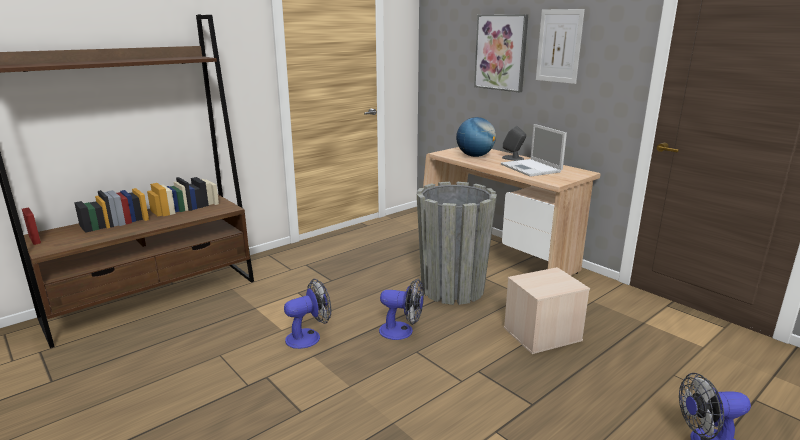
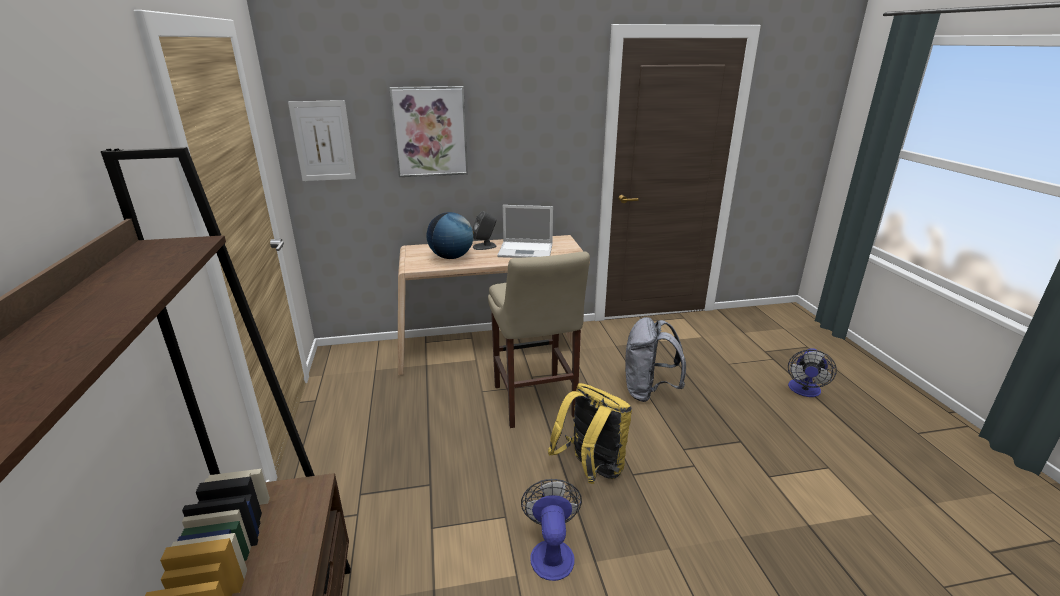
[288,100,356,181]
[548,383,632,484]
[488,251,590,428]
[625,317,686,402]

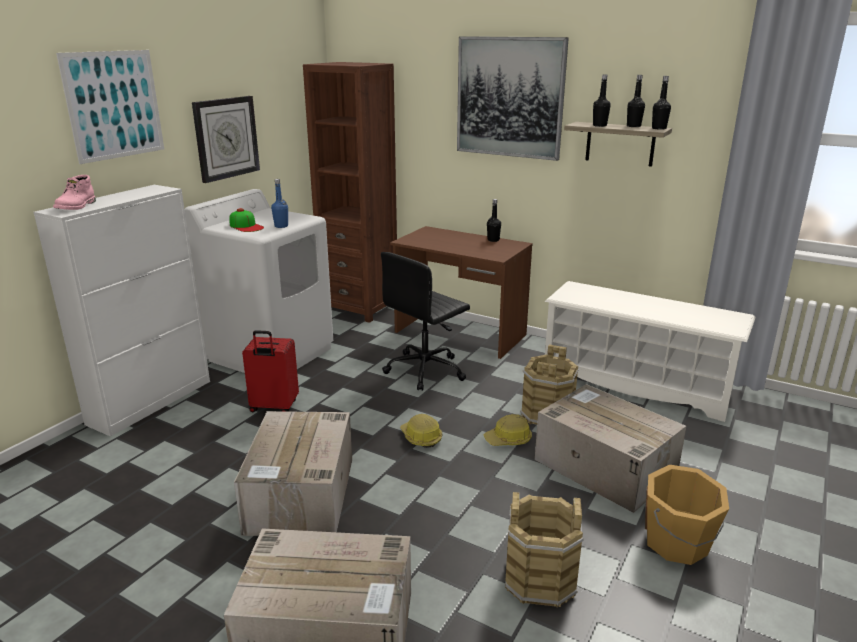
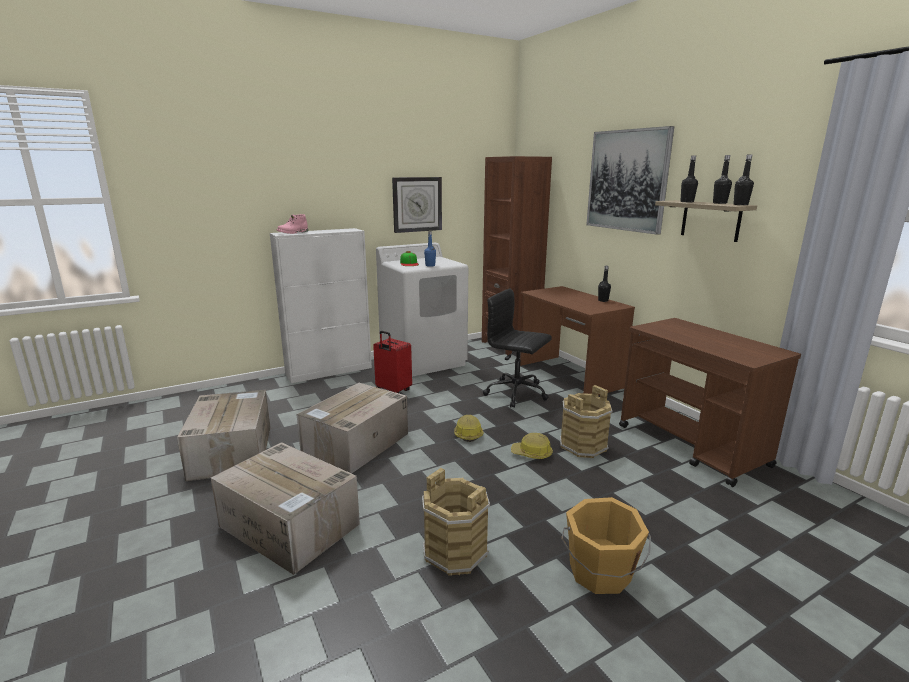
[56,50,164,164] (first image)
[177,390,271,481]
[619,318,801,487]
[483,288,552,408]

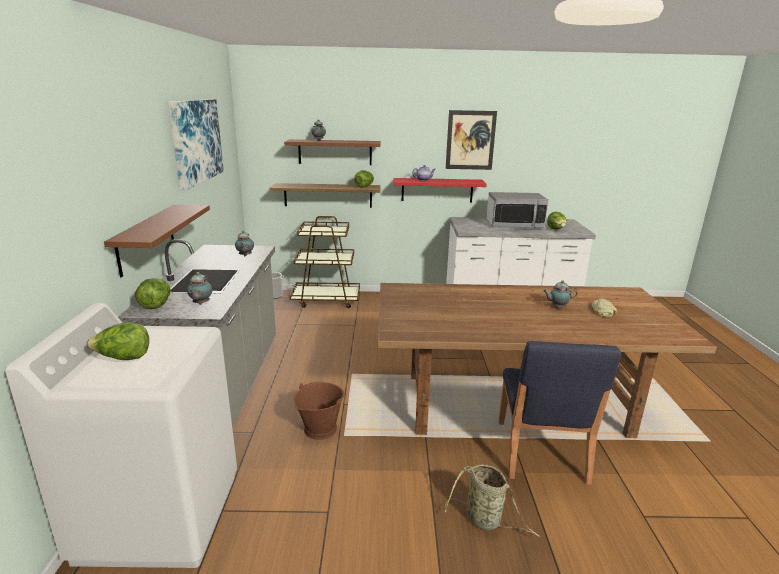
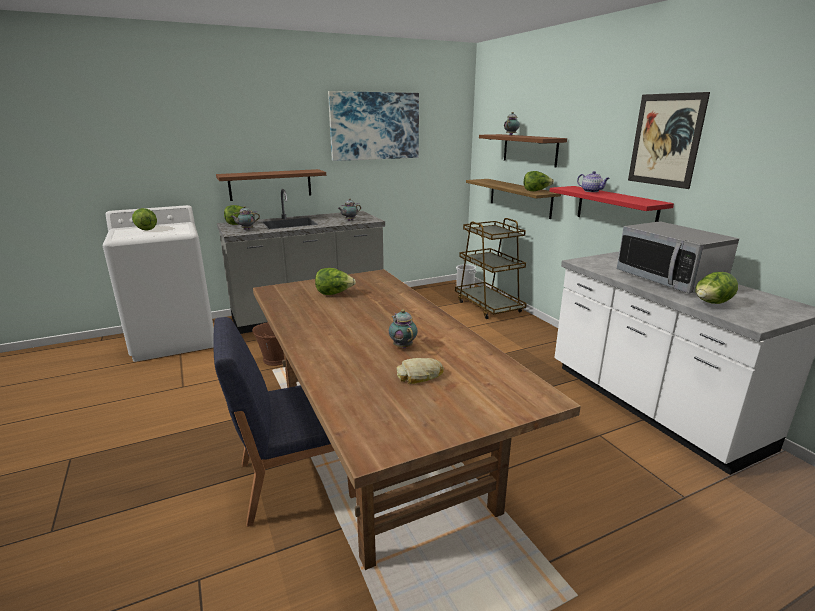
[445,464,540,537] (first image)
[315,268,356,295]

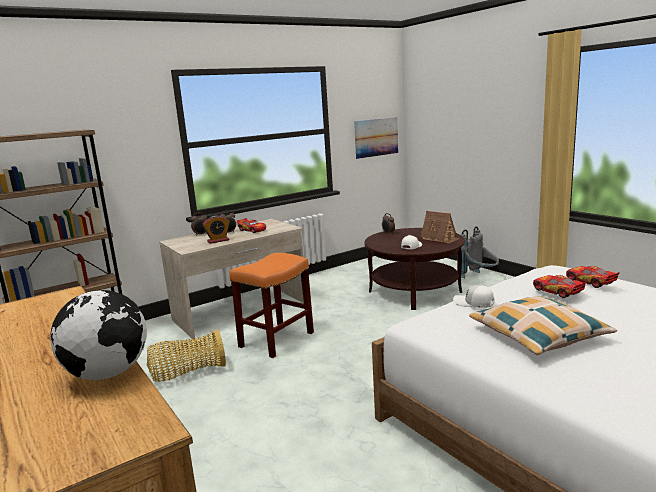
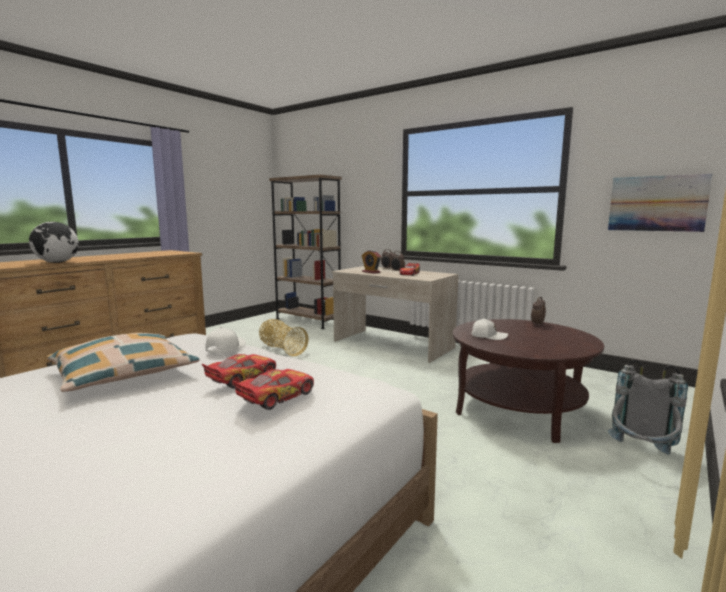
[229,253,314,358] (first image)
[420,211,460,243] (first image)

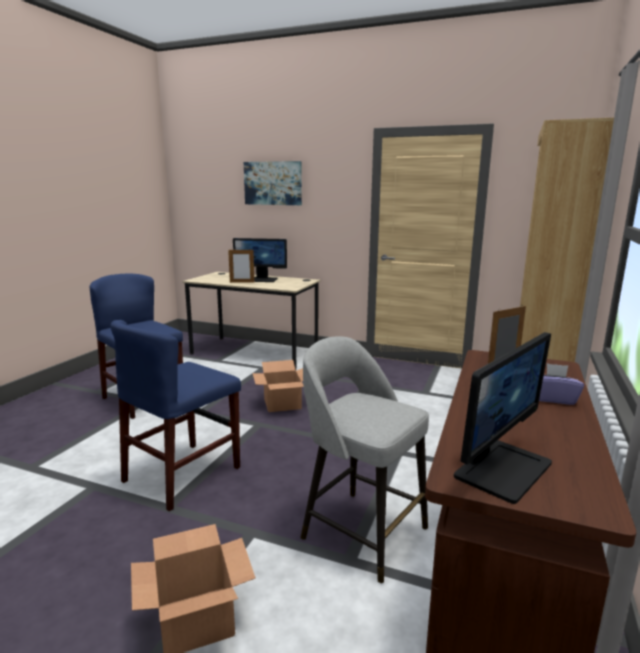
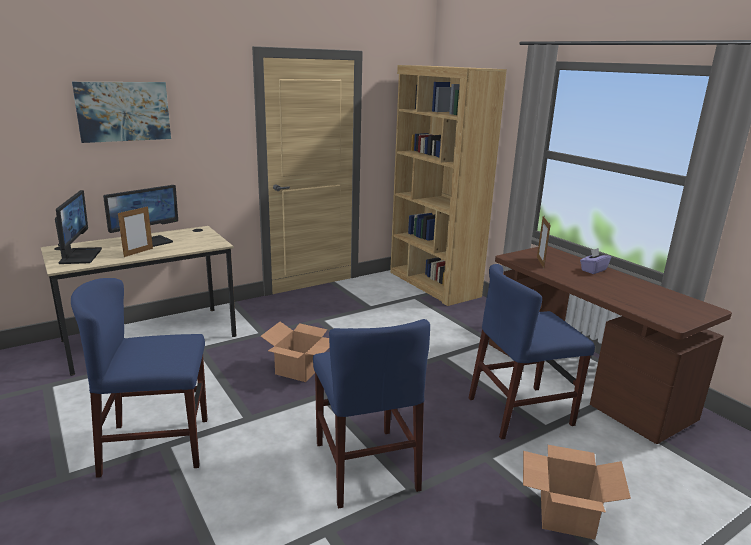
[55,190,102,264]
[469,264,595,440]

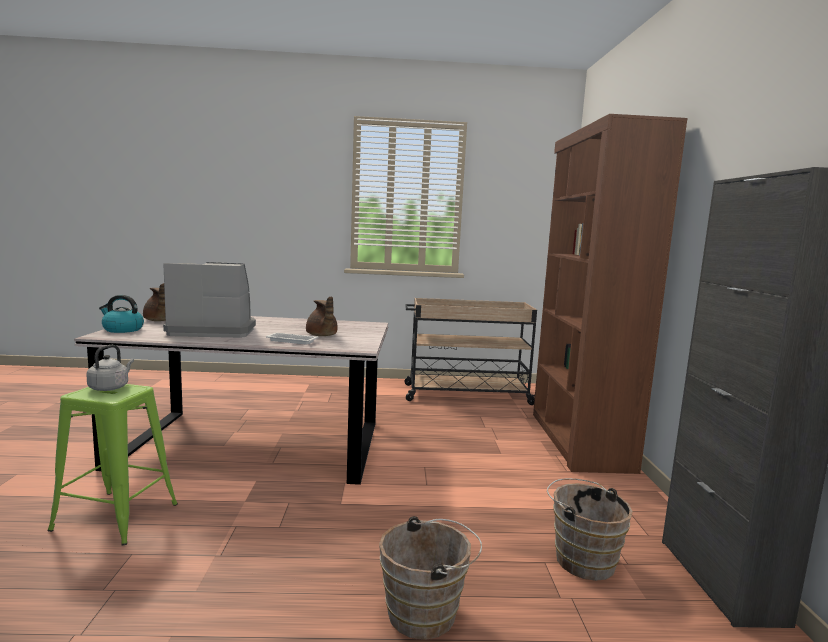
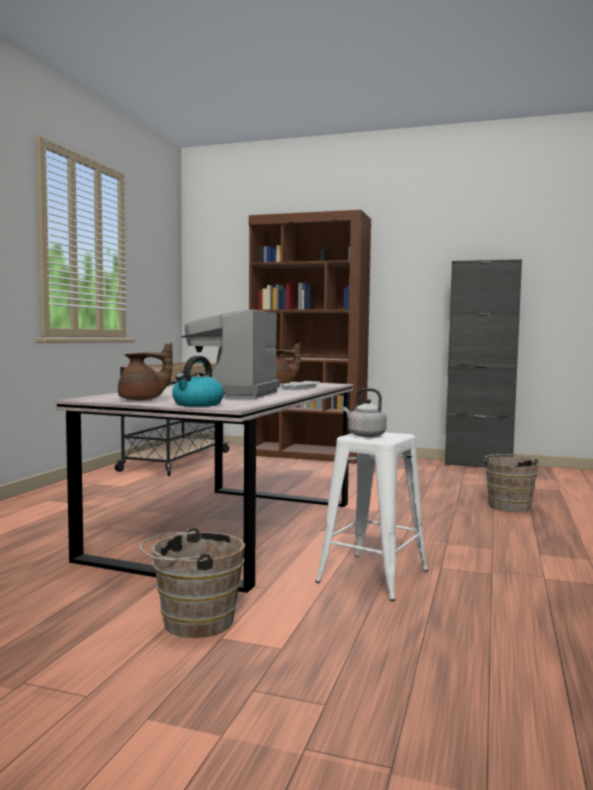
[140,528,245,638]
[315,432,428,601]

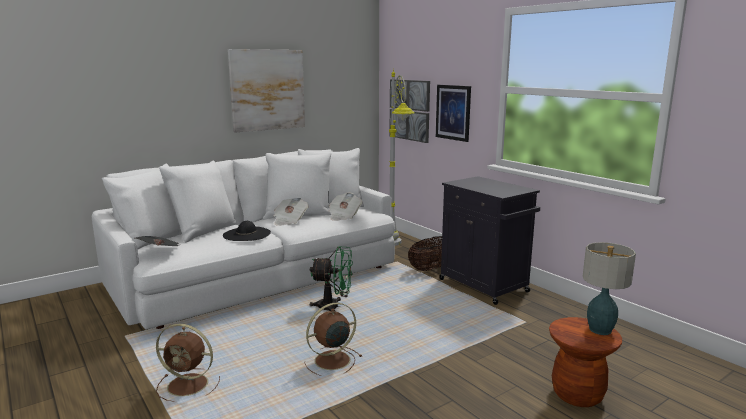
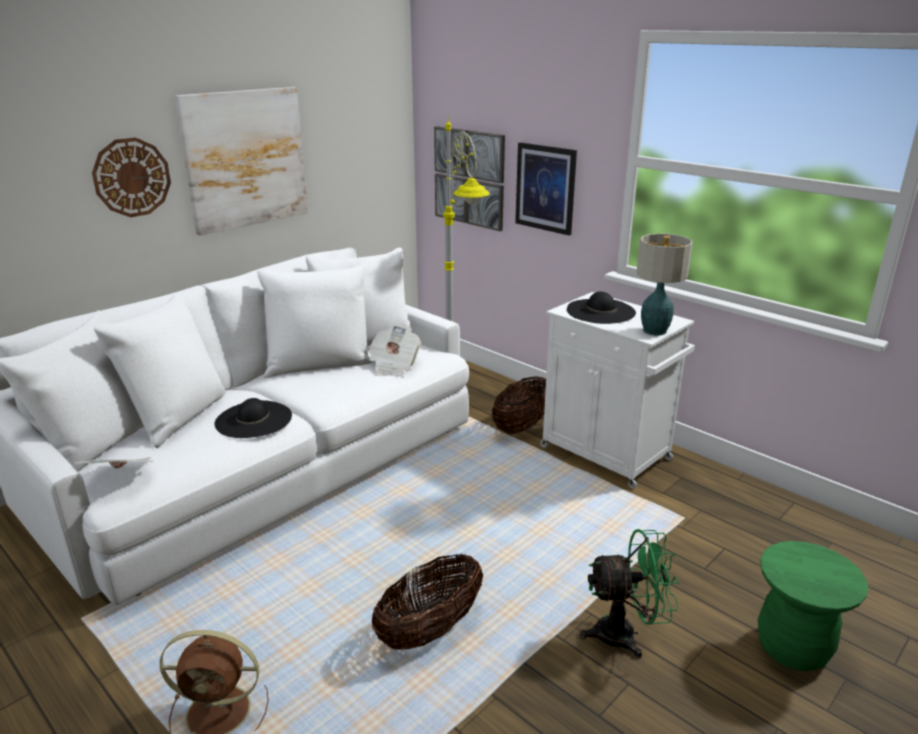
[274,198,308,226] (first image)
[92,137,171,217]
[567,292,636,324]
[580,529,680,658]
[637,233,693,336]
[372,553,483,650]
[540,292,695,489]
[758,541,869,671]

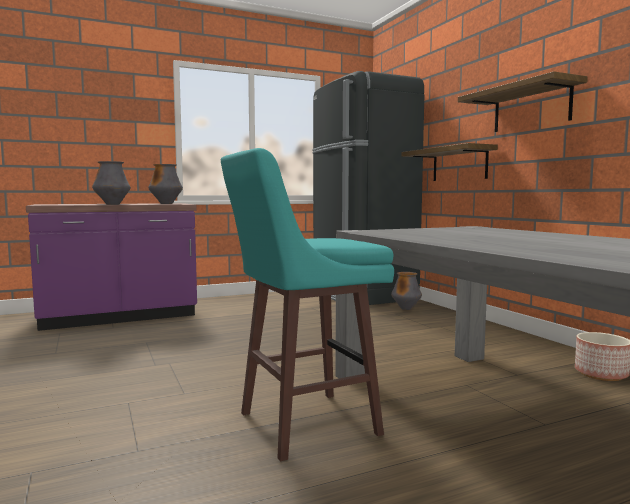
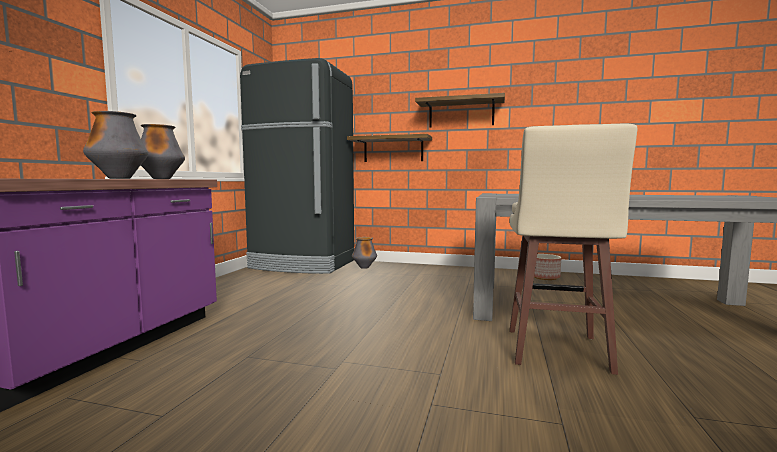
[509,124,637,375]

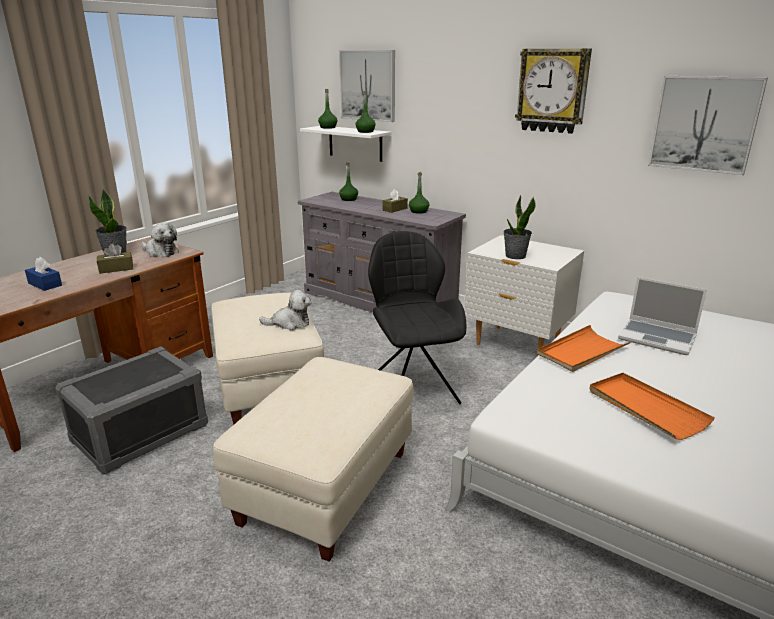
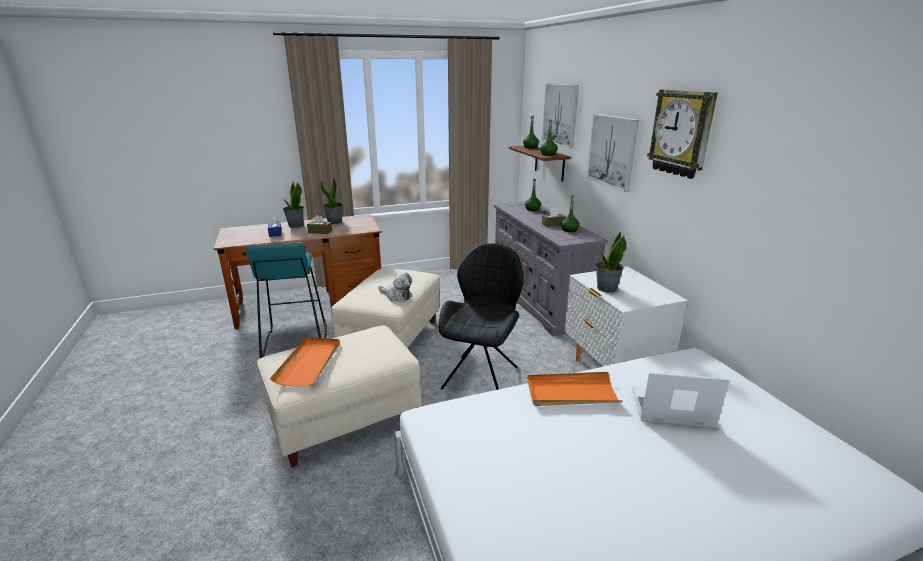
[141,222,179,257] (first image)
[283,182,304,228]
[270,338,340,387]
[587,114,639,192]
[246,242,327,358]
[509,146,571,182]
[632,372,729,428]

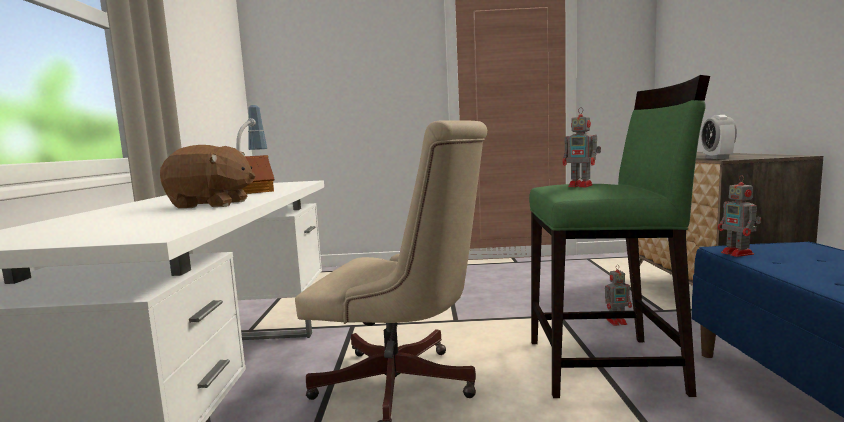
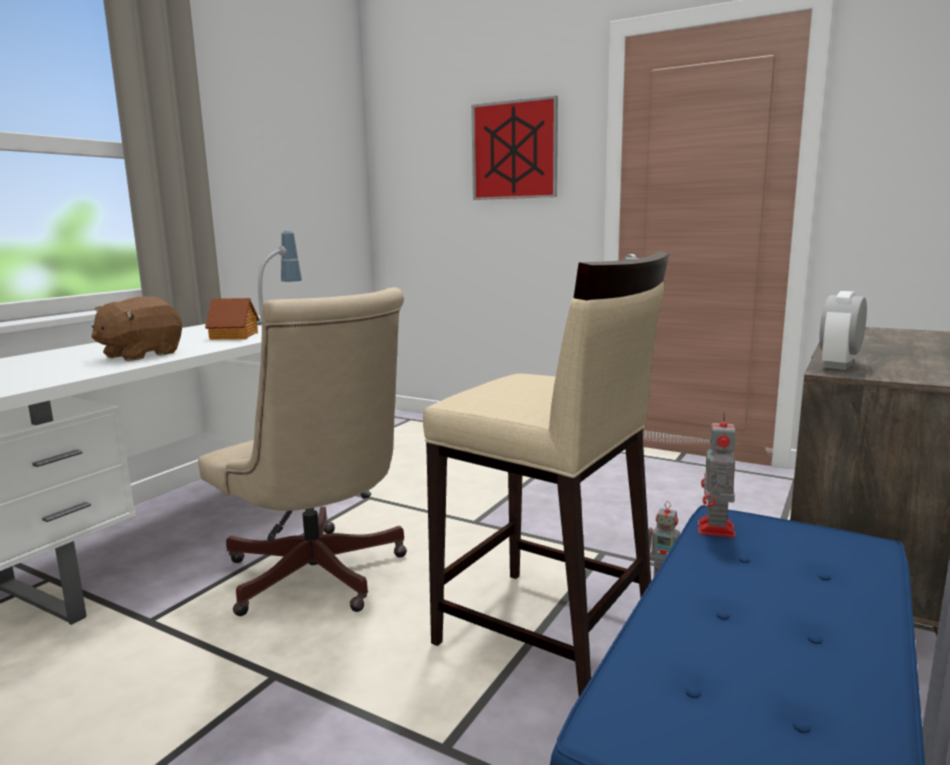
[563,107,601,187] (first image)
[471,96,558,200]
[423,251,669,697]
[91,296,182,361]

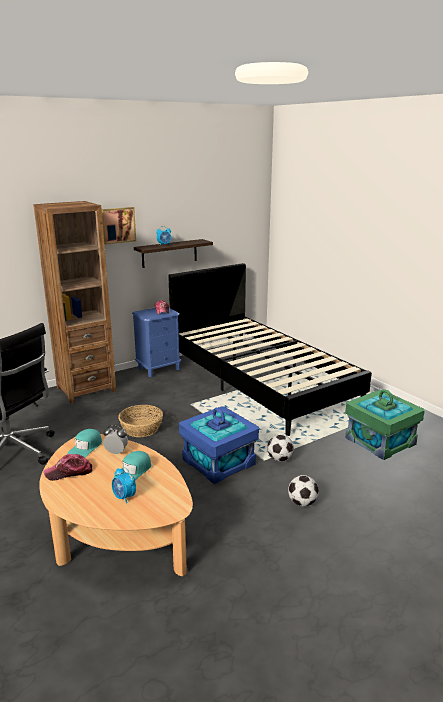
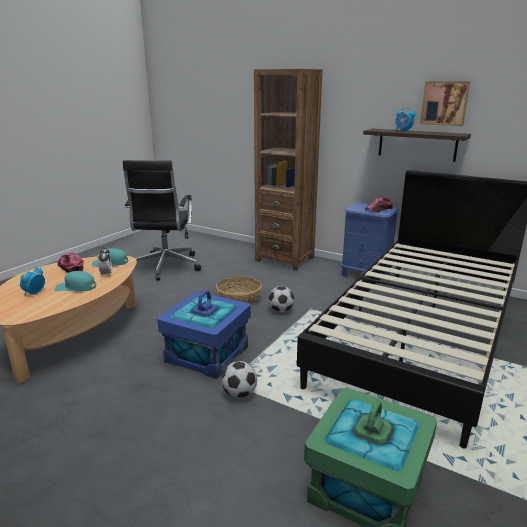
[420,81,470,126]
[268,286,294,313]

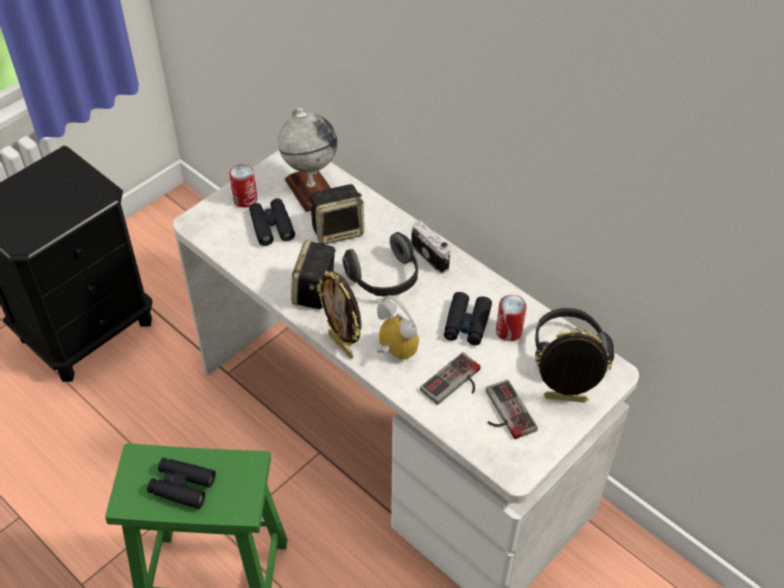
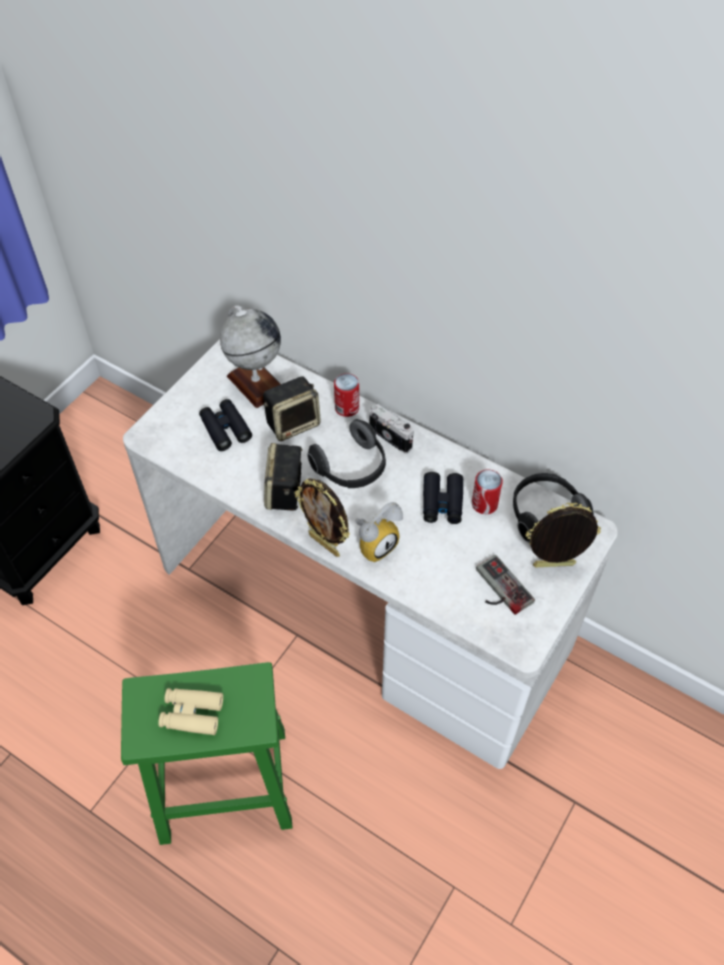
[420,352,481,405] (first image)
[334,373,359,417]
[158,688,223,735]
[355,502,403,562]

